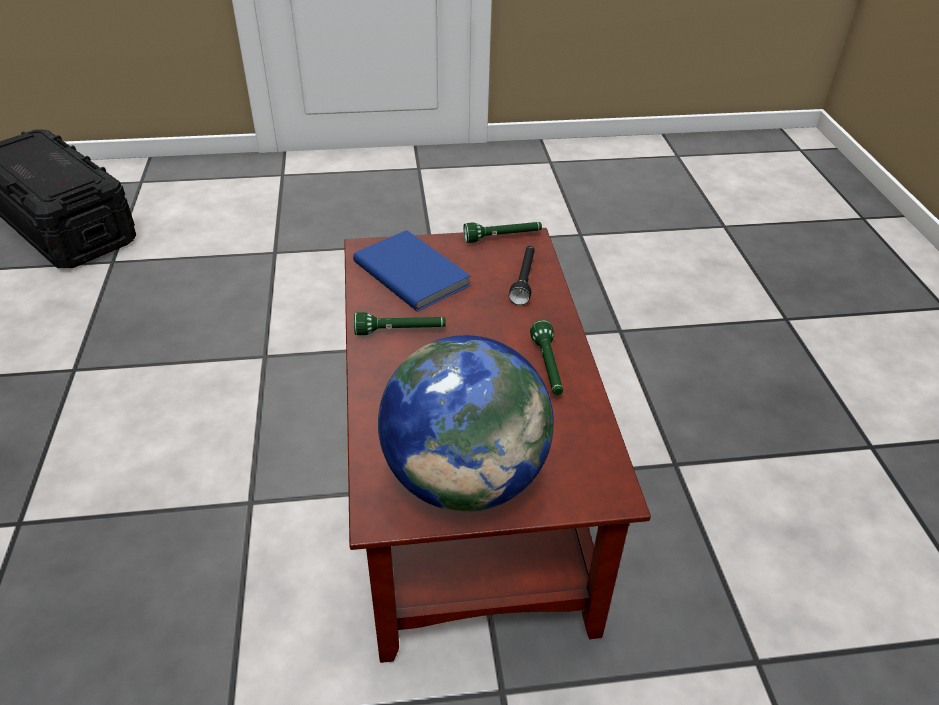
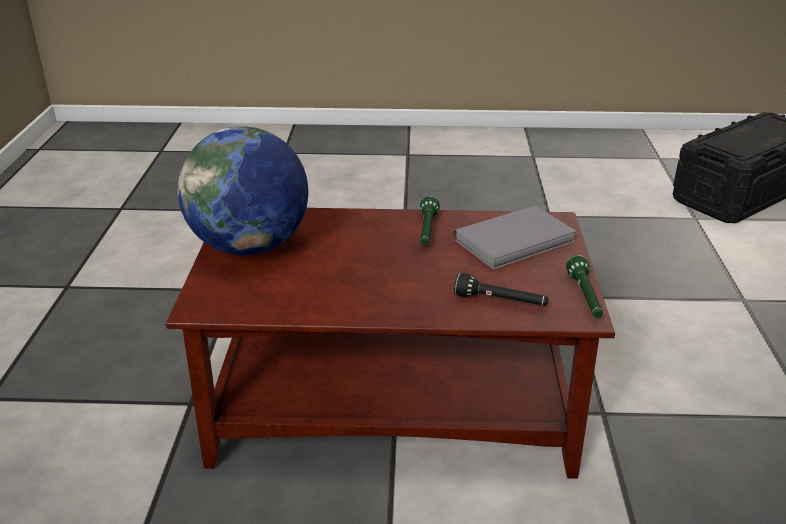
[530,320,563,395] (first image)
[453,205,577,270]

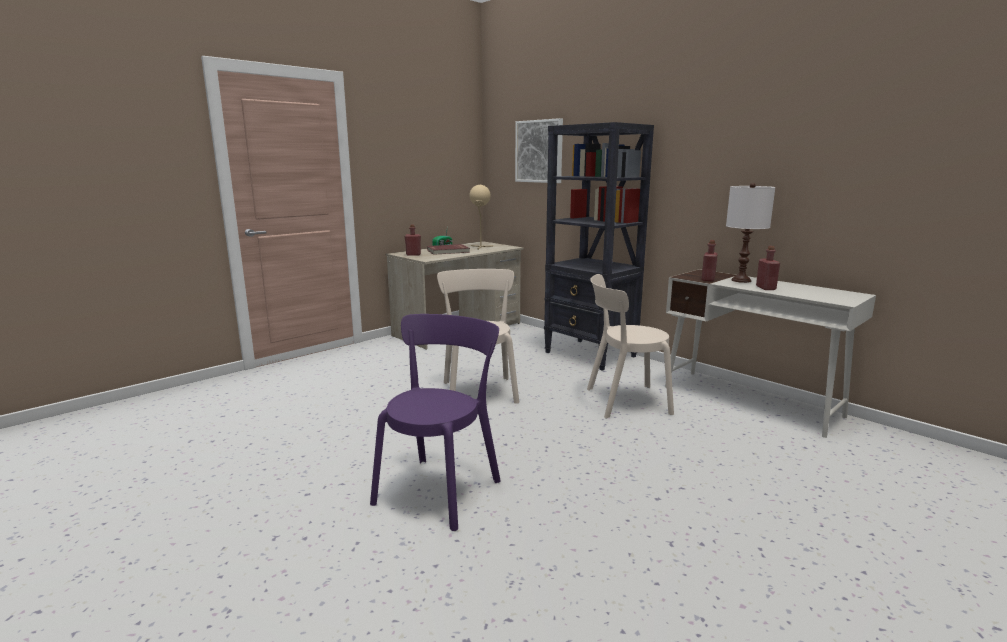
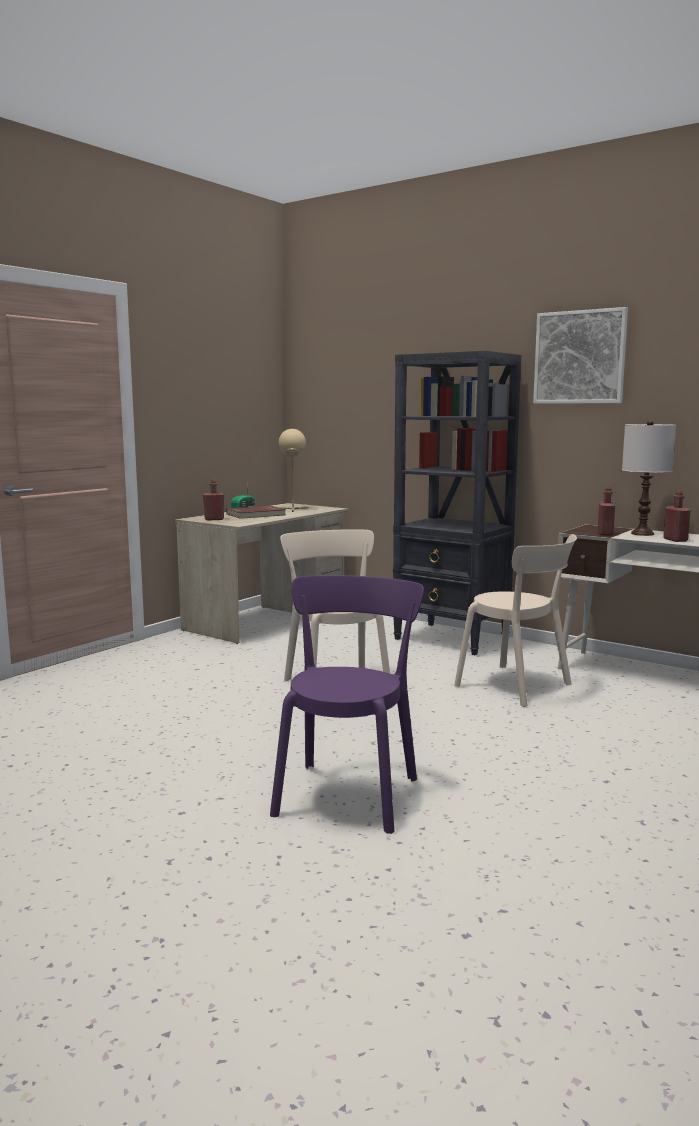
[533,307,628,404]
[454,534,577,707]

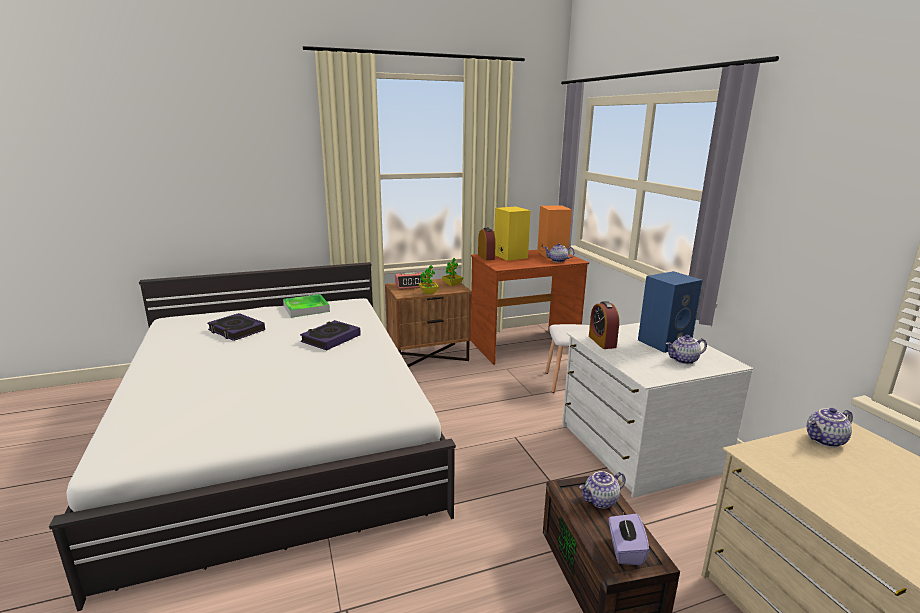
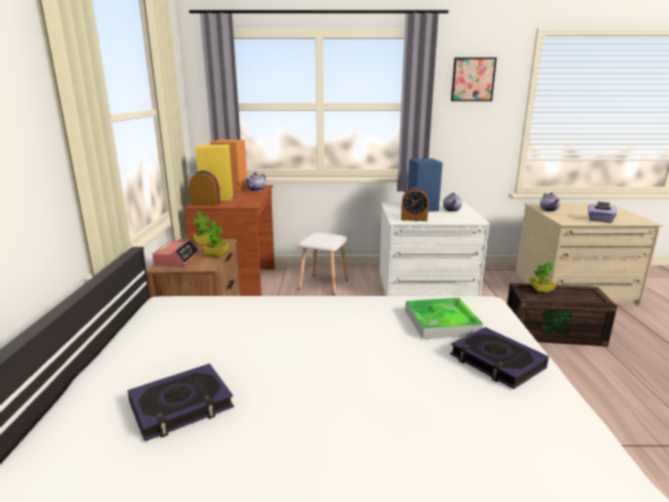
[451,57,497,101]
[405,298,483,339]
[450,327,549,389]
[588,201,617,223]
[529,262,556,292]

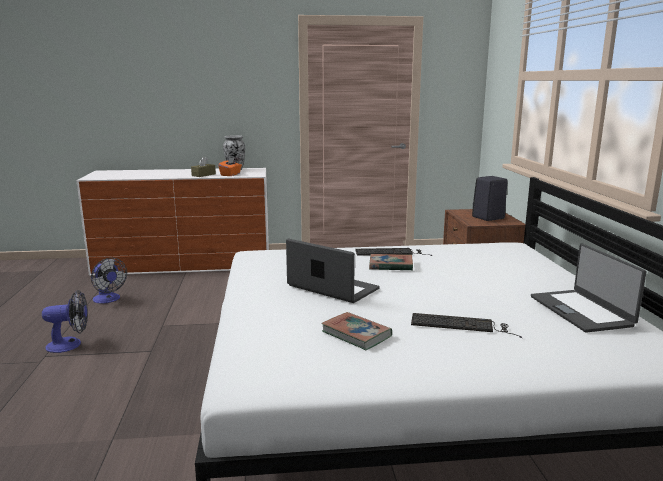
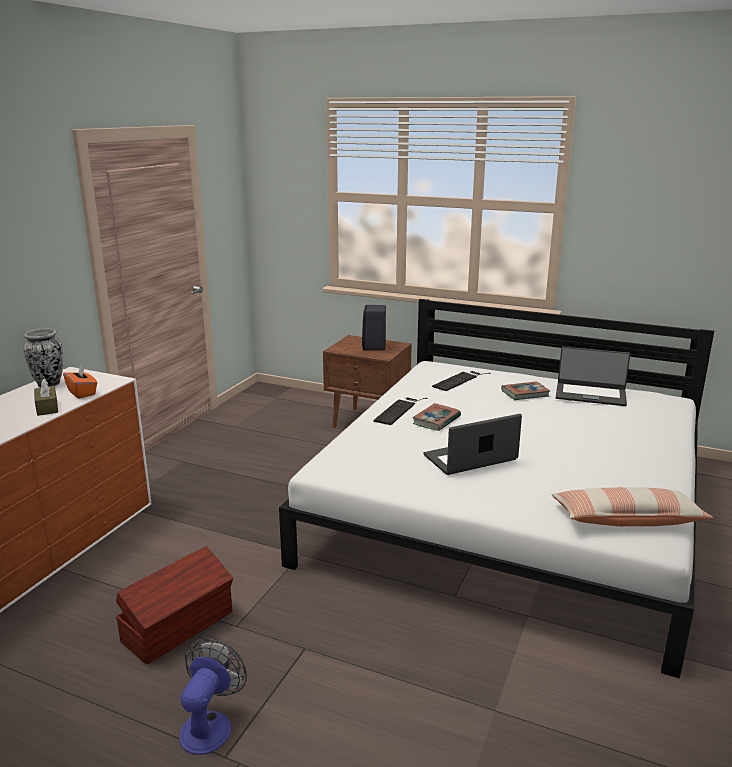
[91,258,127,303] (first image)
[116,546,233,665]
[552,487,713,526]
[501,382,550,400]
[432,371,491,391]

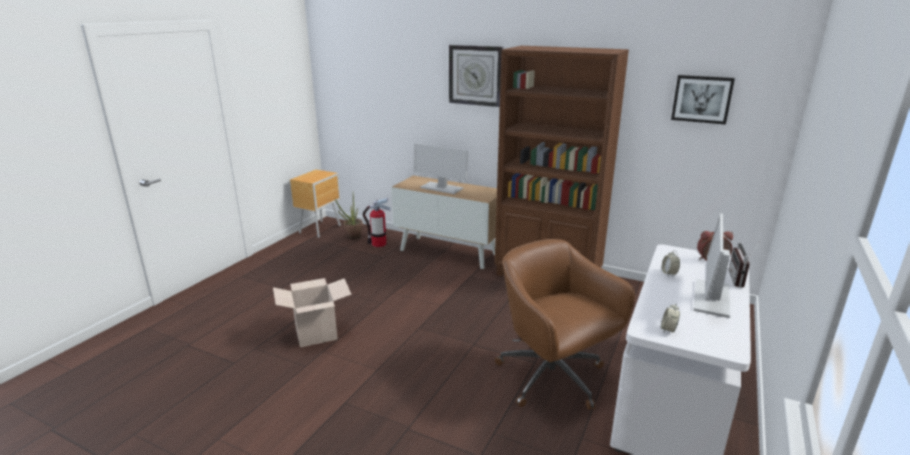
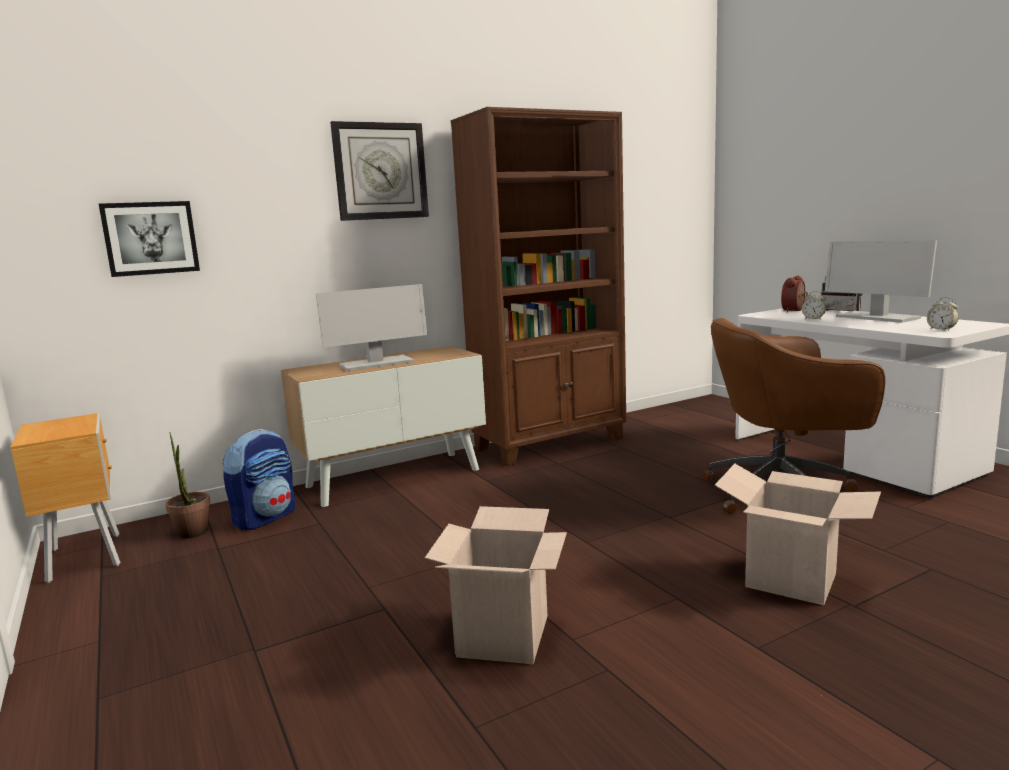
[715,464,881,605]
[99,201,200,277]
[223,429,296,530]

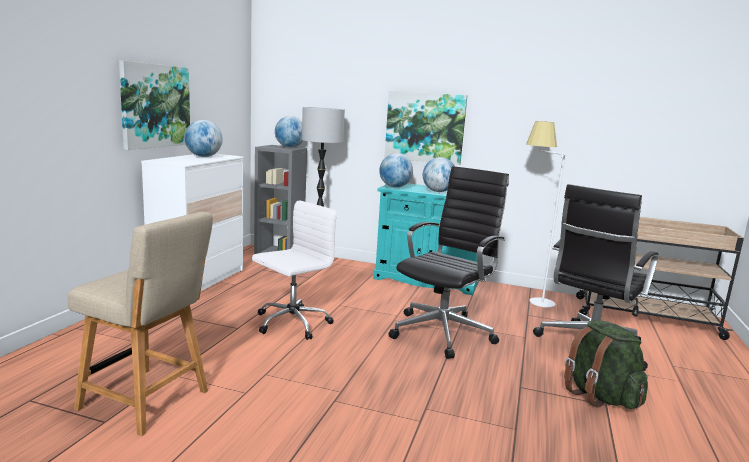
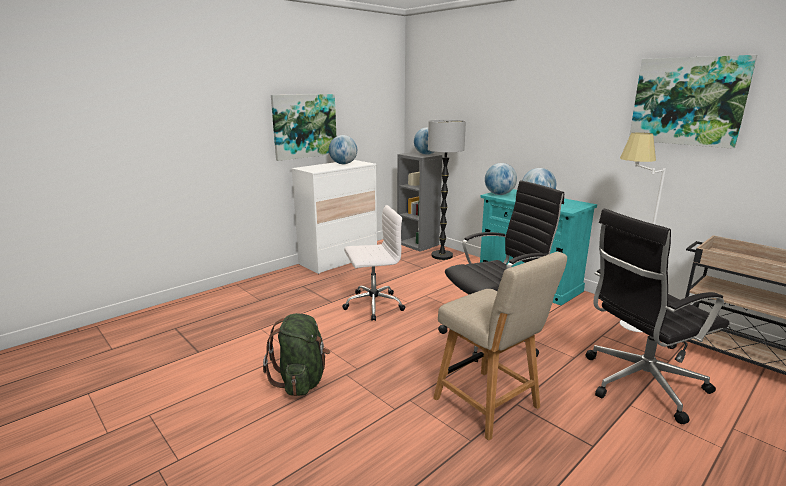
[433,252,567,441]
[629,55,757,149]
[263,313,330,396]

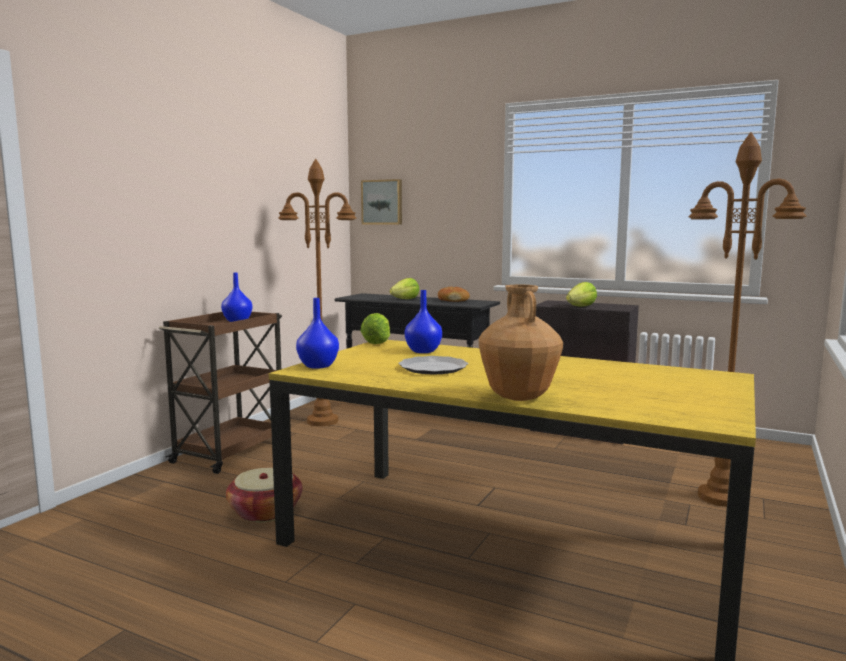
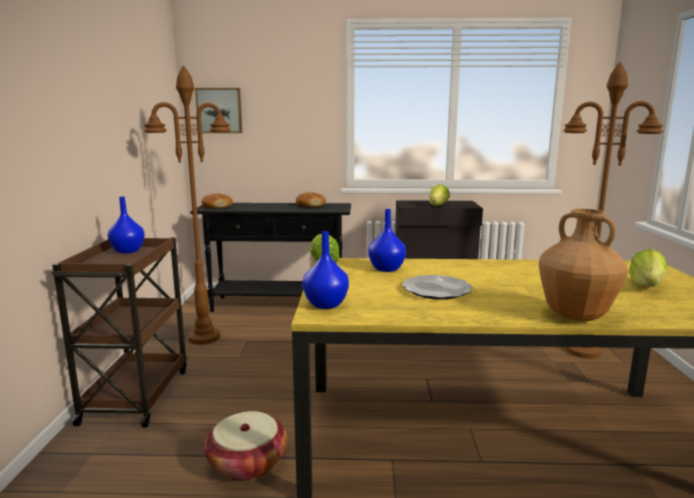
[201,194,233,208]
[629,249,668,287]

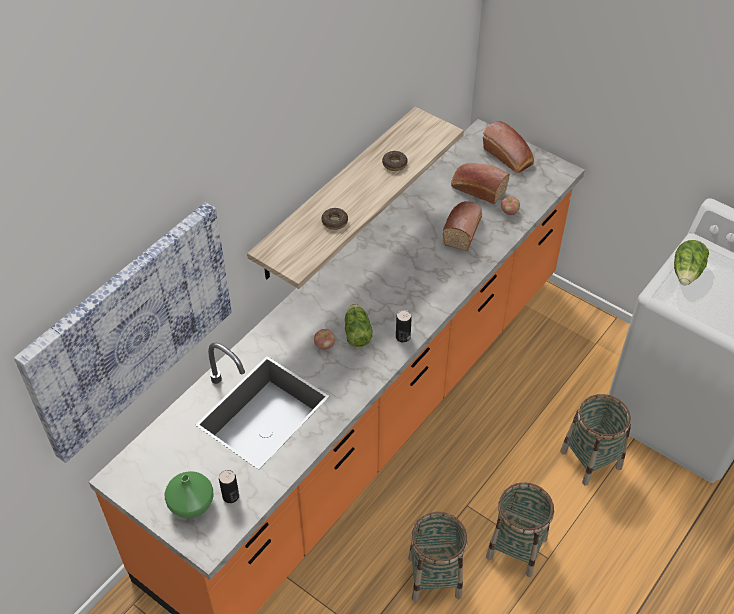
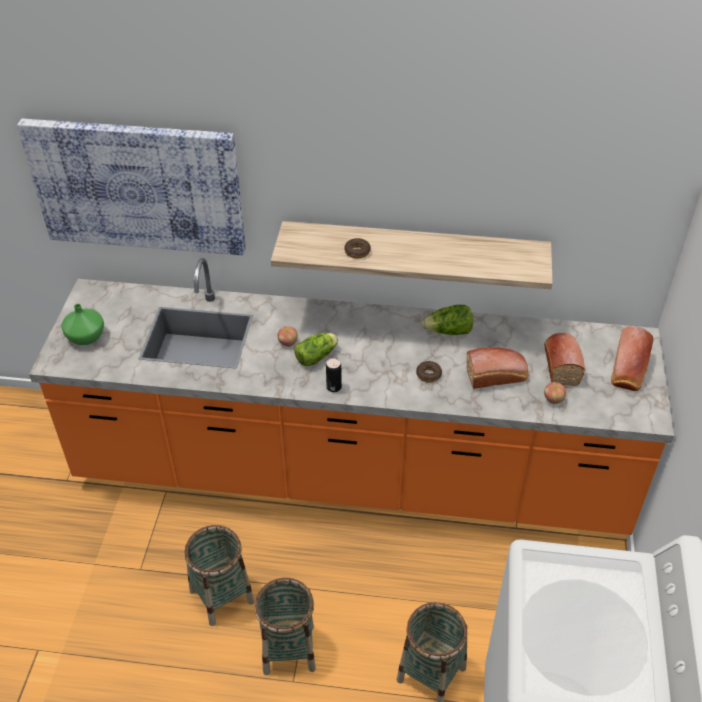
[219,470,239,503] (first image)
[416,361,442,383]
[421,305,473,335]

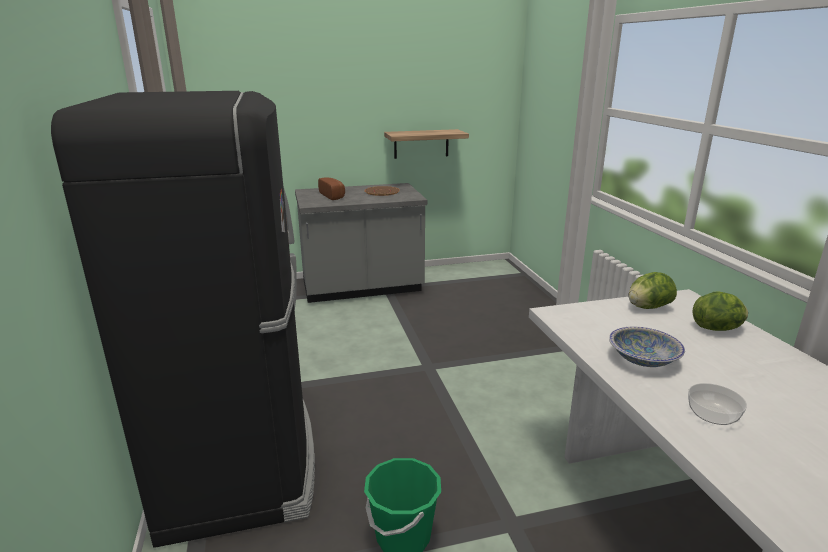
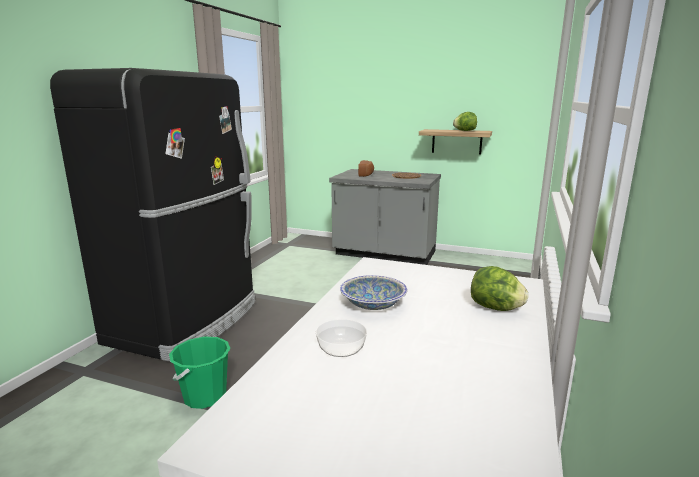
[453,112,477,131]

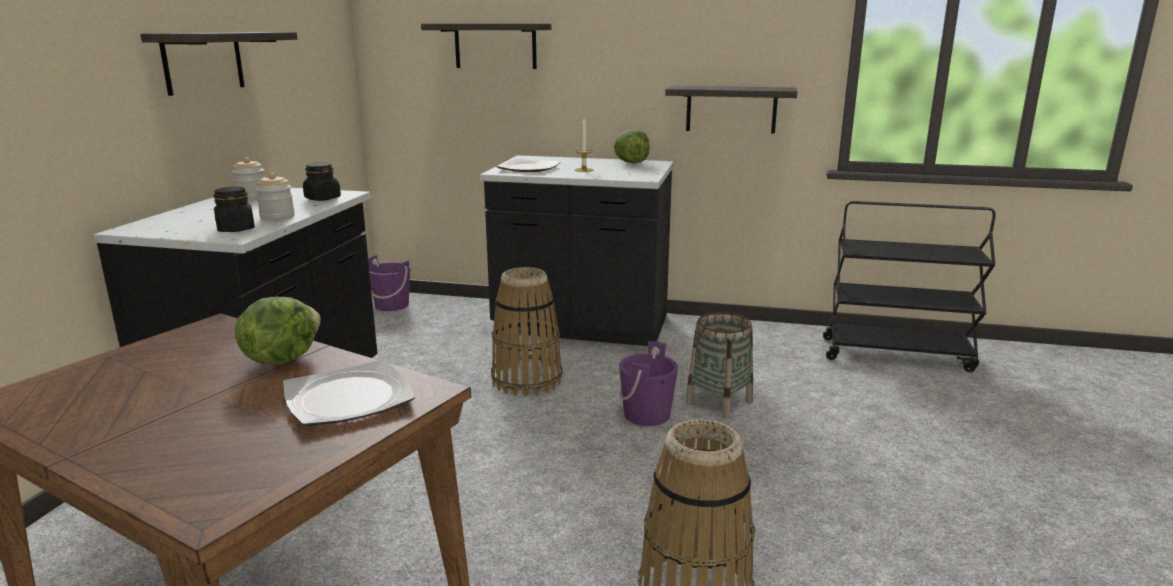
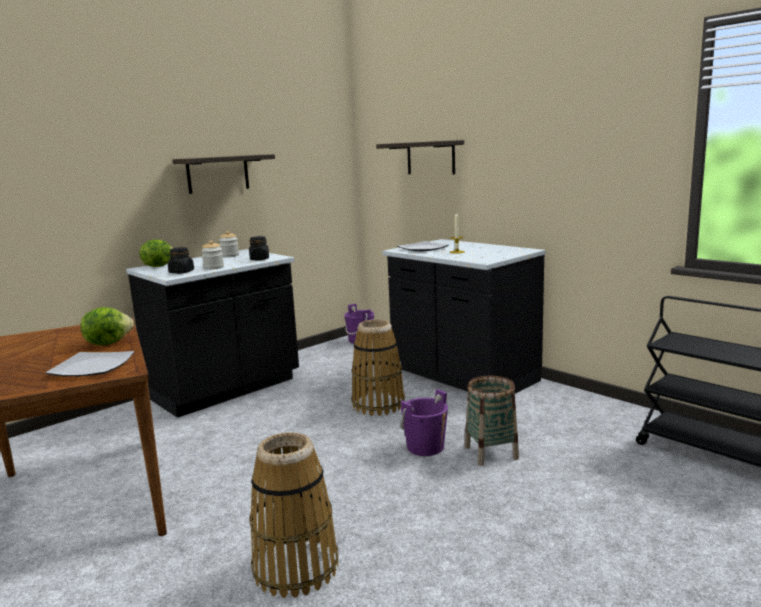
[665,86,797,134] (first image)
[139,240,173,267]

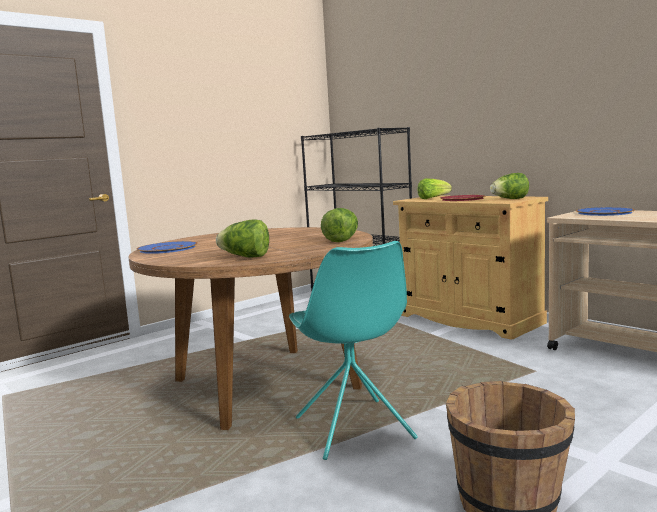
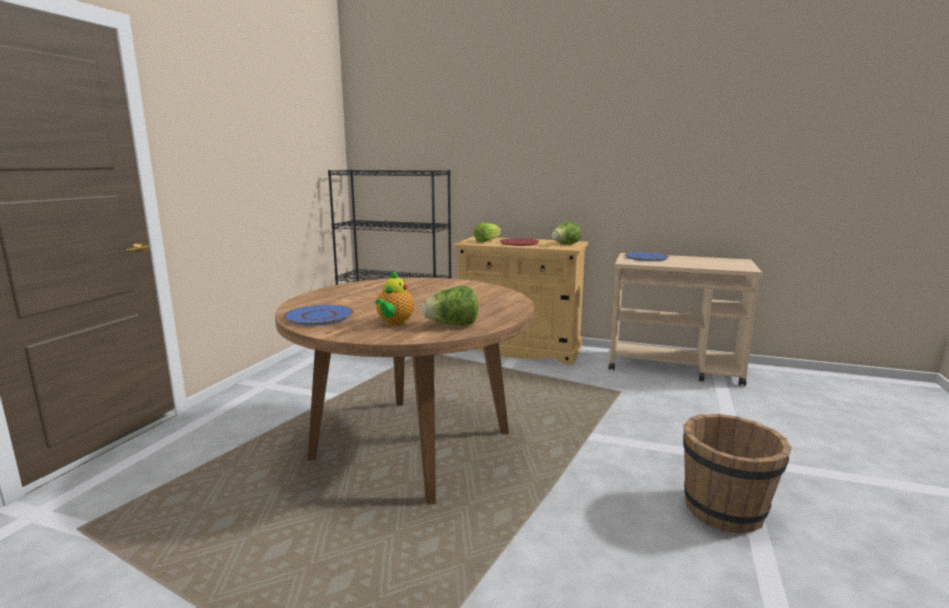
[289,241,418,460] (first image)
[321,208,358,242] (first image)
[375,270,414,325]

